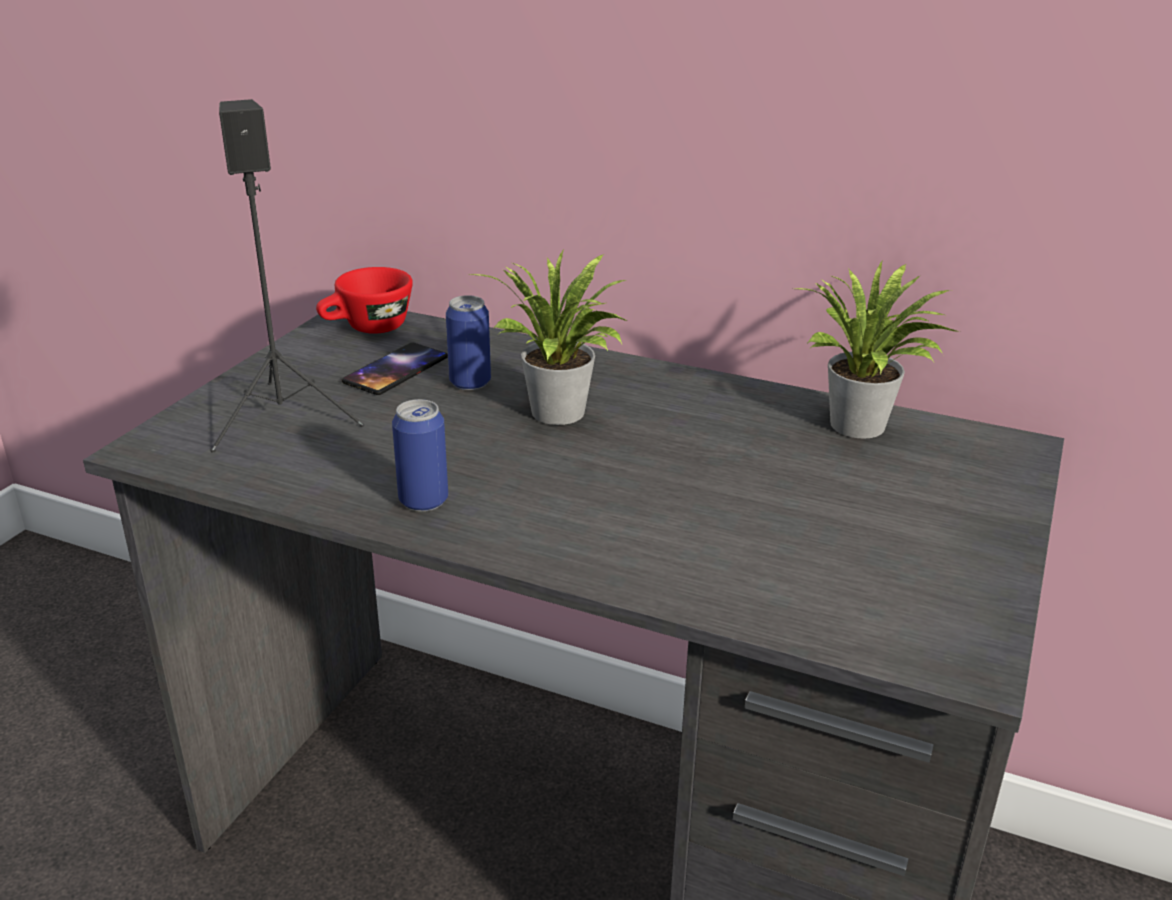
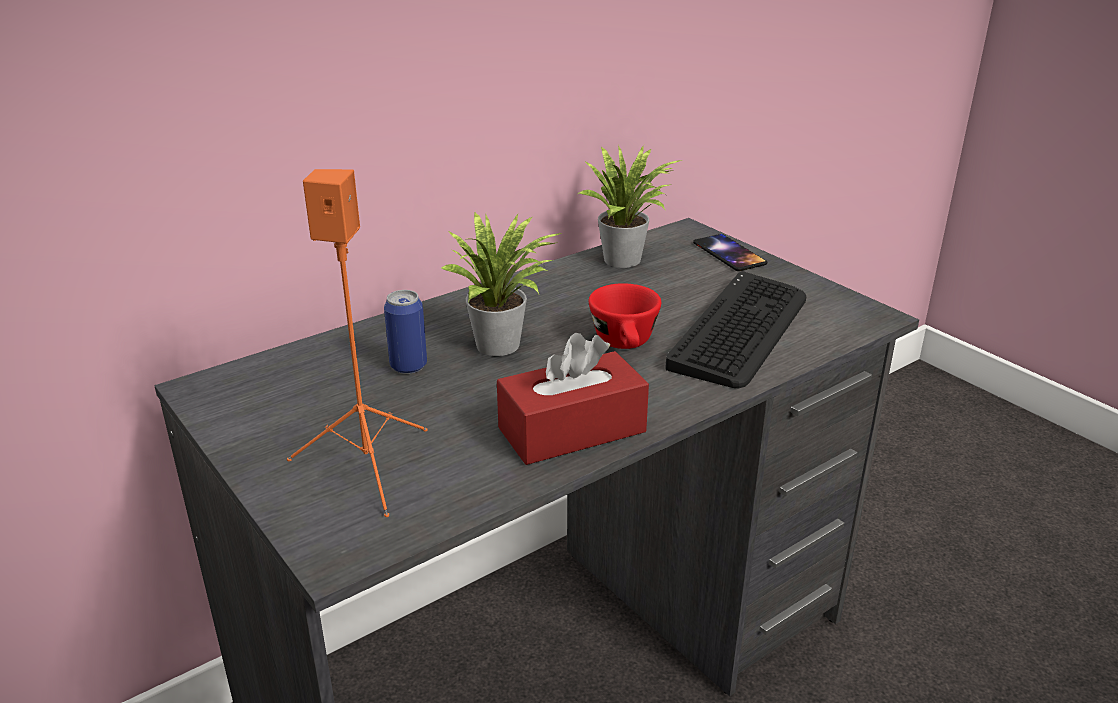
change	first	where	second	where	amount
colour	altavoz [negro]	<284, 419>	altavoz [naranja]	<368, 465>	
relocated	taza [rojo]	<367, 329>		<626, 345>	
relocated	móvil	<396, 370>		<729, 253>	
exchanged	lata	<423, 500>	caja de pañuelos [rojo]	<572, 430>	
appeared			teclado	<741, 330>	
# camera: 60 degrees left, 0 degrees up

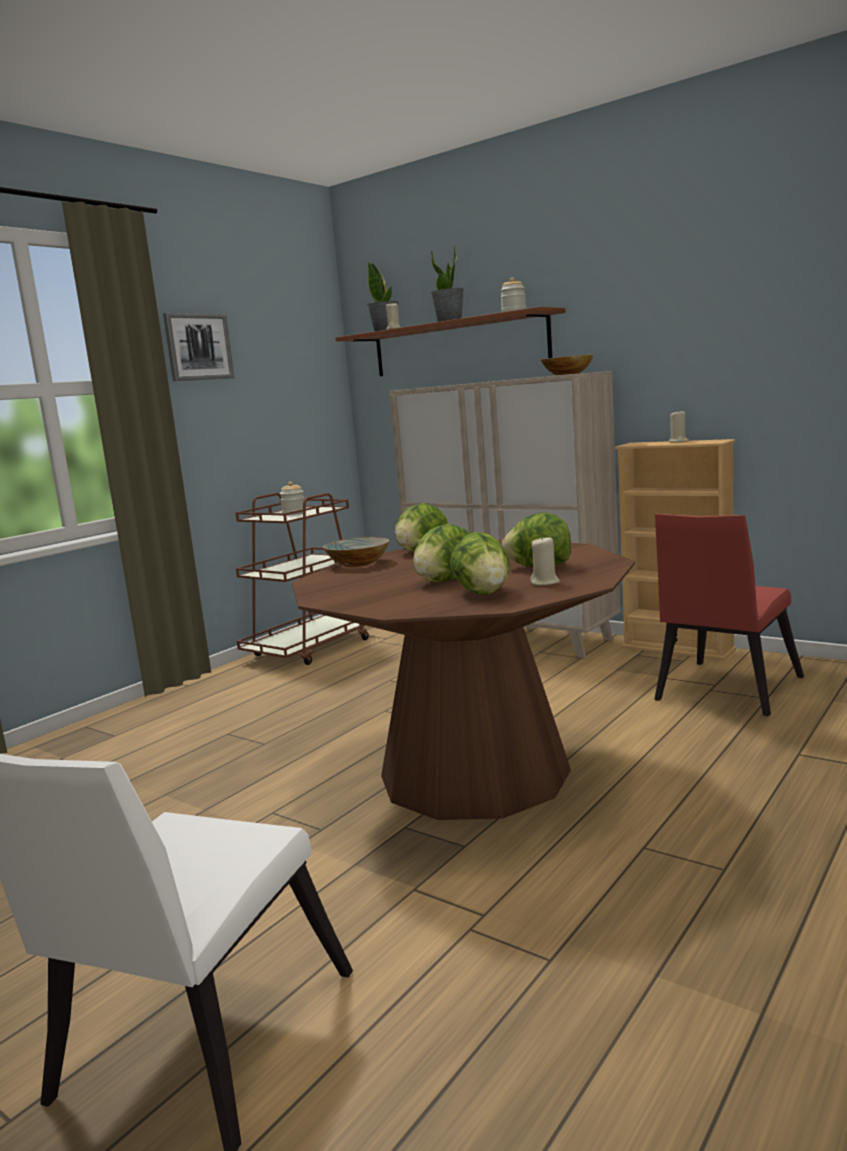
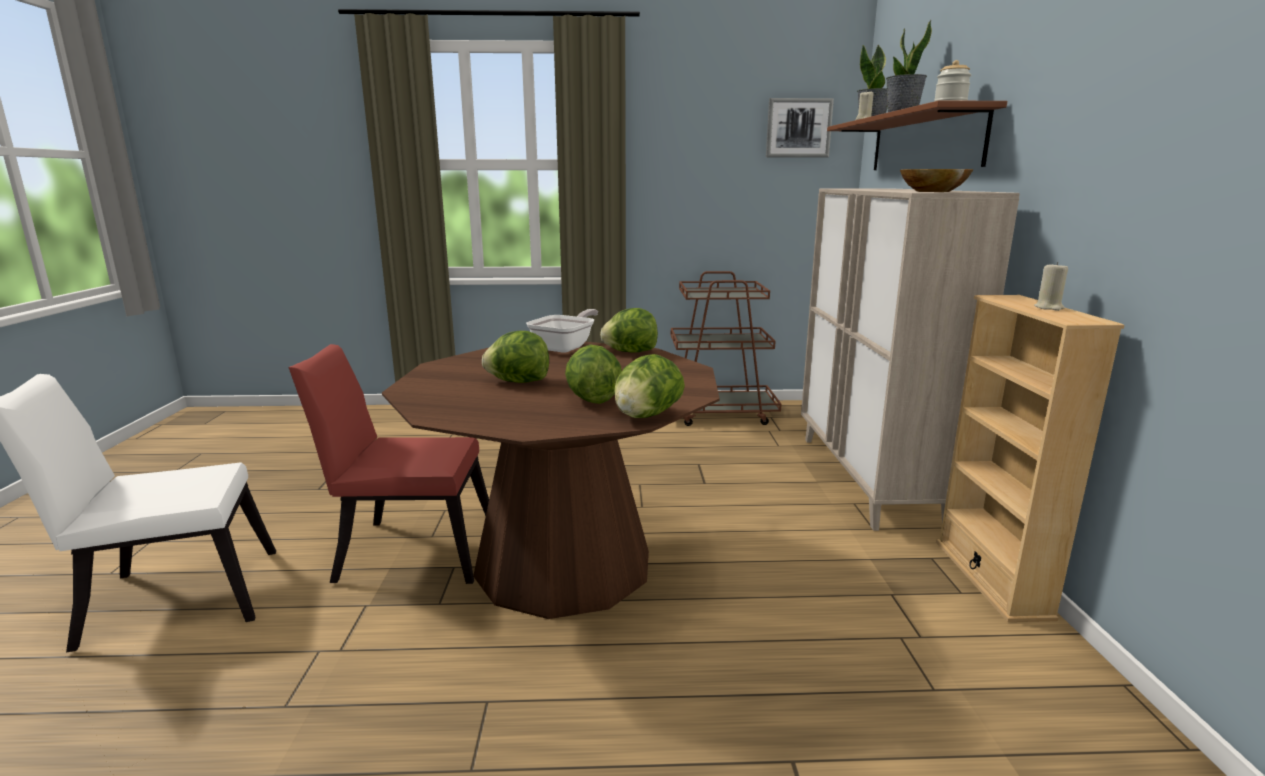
change	first	where	second	where	amount
relocated	cuadro	<198, 347>		<798, 128>	
missing	tarro	<294, 513>			
relocated	silla [rojo]	<724, 691>		<409, 550>	
relocated	lechuga	<483, 593>		<646, 416>	
missing	vela [beis]	<545, 582>			
exchanged	cuenco	<358, 563>	sartén	<566, 347>	
# camera: 50 degrees right, 5 degrees up

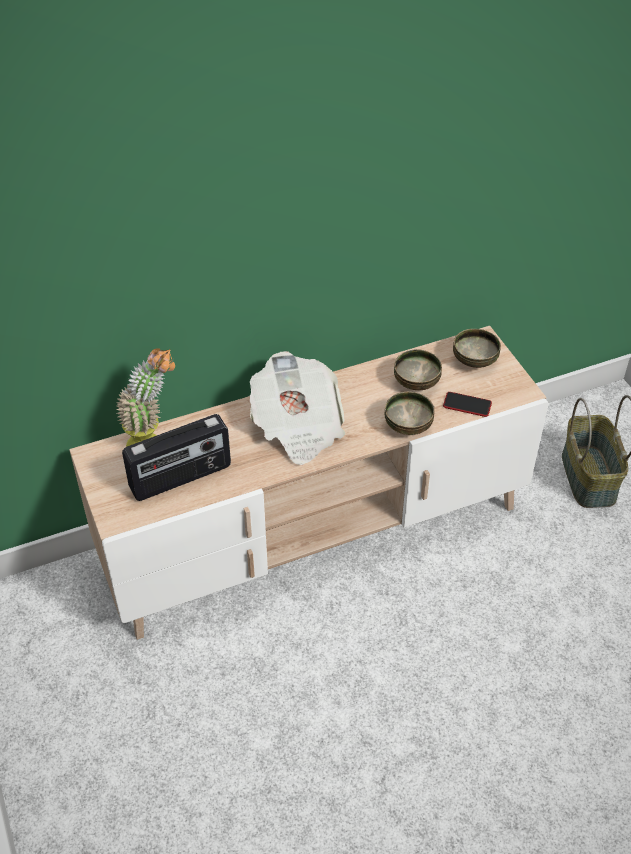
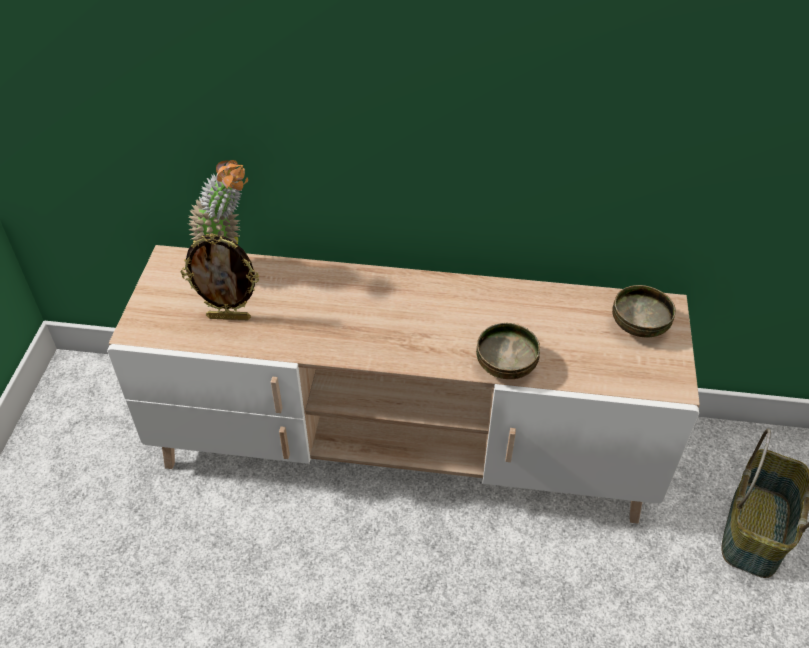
change	first	where	second	where	amount
missing	cuenco	<417, 382>			
missing	periódico	<298, 426>			
missing	móvil	<467, 405>			
exchanged	radio	<181, 478>	portarretratos	<229, 317>	
# camera: 30 degrees right, 0 degrees up

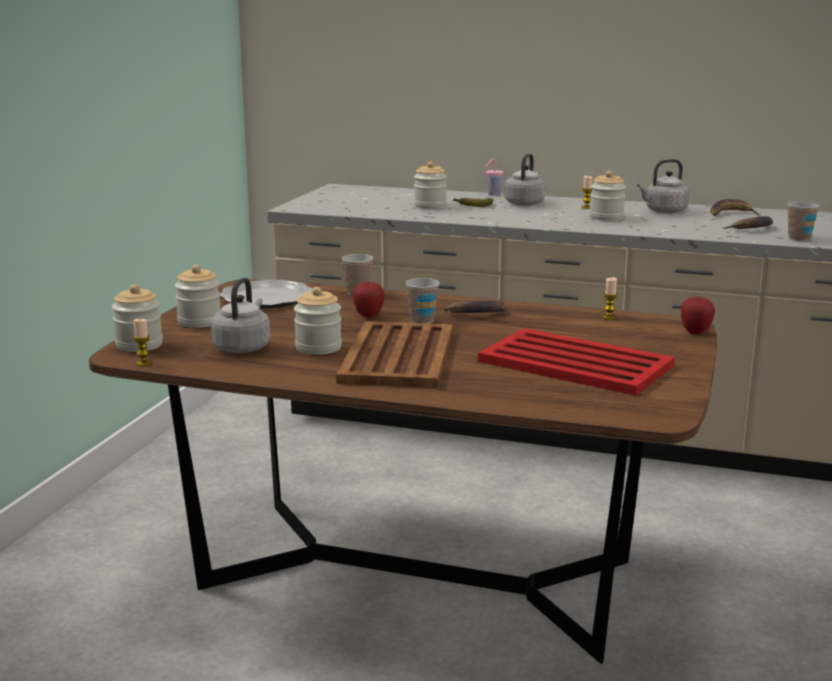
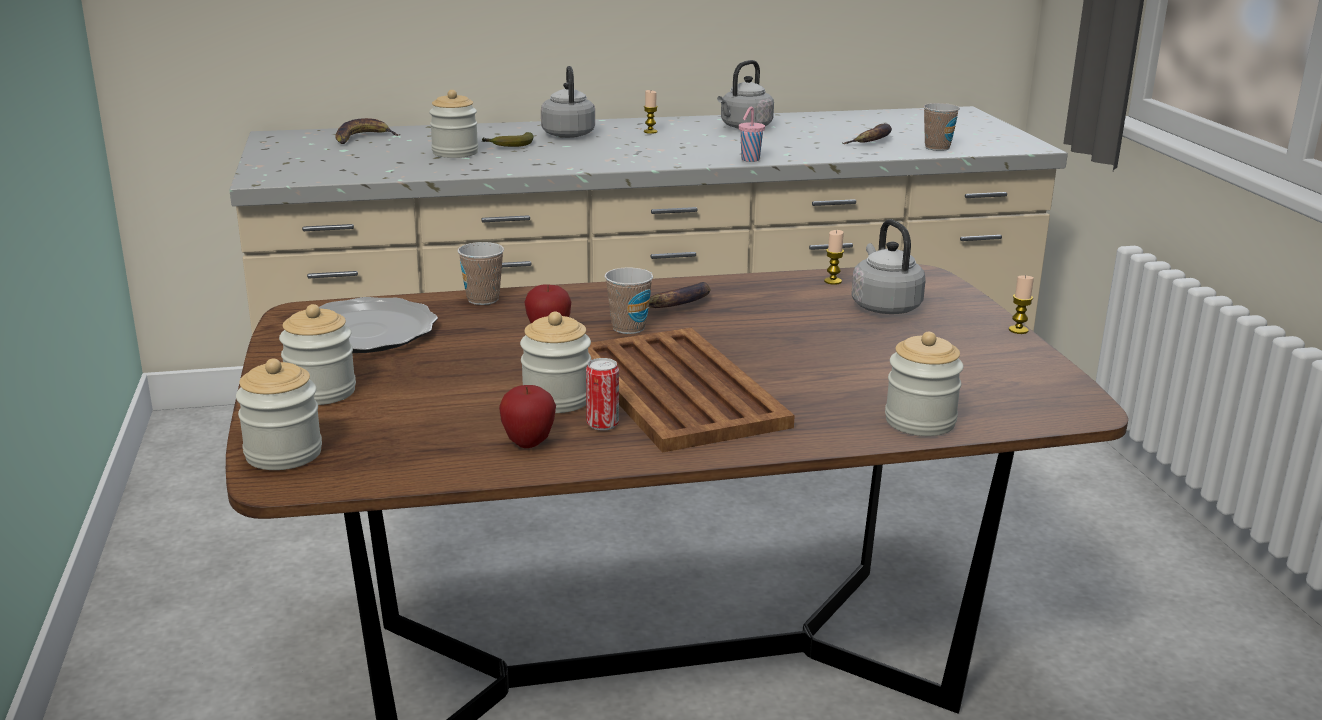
change	first	where	second	where	amount
relocated	taza [rosa]	<493, 194>		<749, 160>	
relocated	tarro	<606, 217>		<920, 421>	
relocated	plátano	<730, 214>		<363, 138>	
relocated	hervidor [gris]	<243, 347>		<884, 306>	
relocated	manzana	<695, 332>		<528, 443>	
relocated	vela	<143, 363>		<1018, 330>	
missing	bandeja [rojo]	<573, 363>			
appeared			lata	<602, 424>	
# camera: 30 degrees left, 5 degrees up

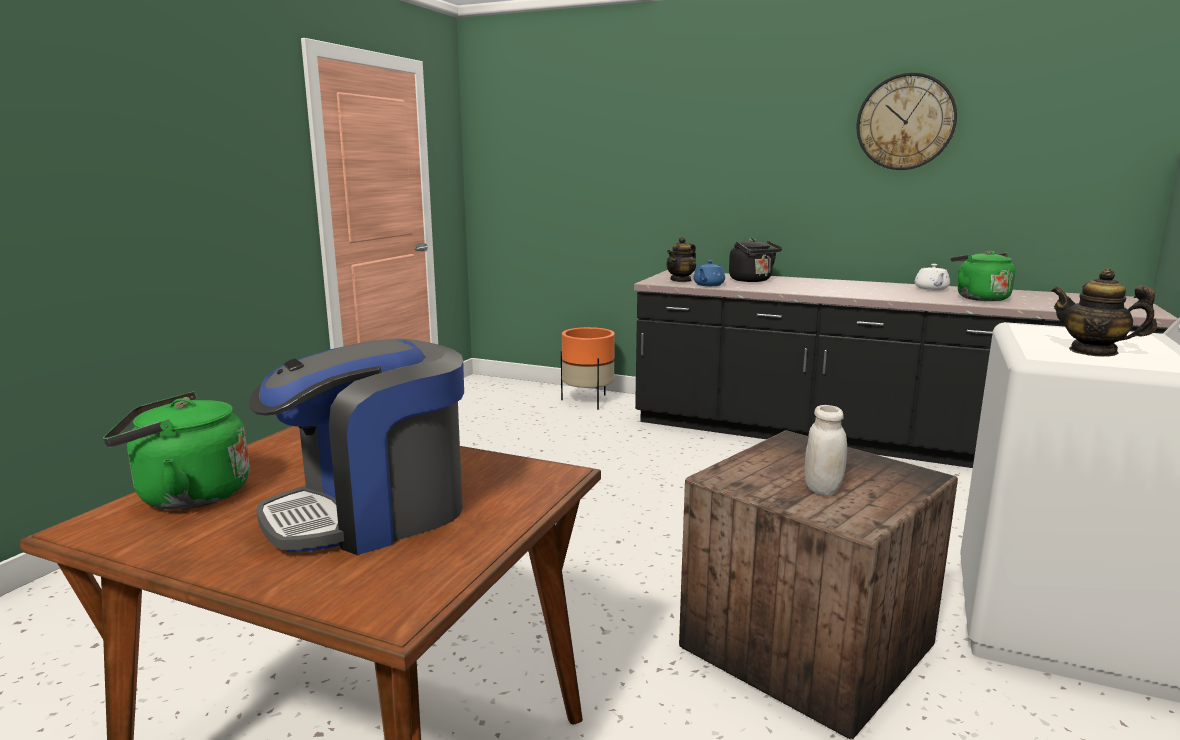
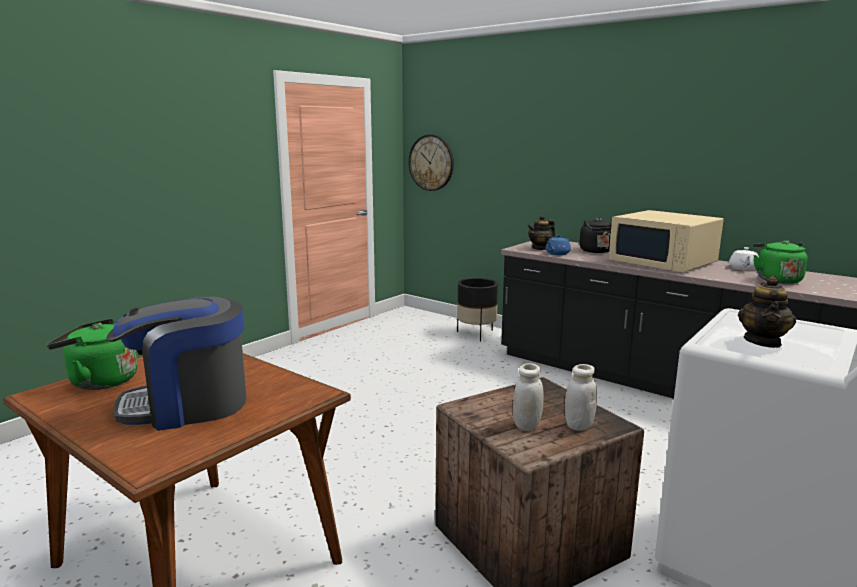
change	first	where	second	where	amount
relocated	reloj de pared	<905, 122>		<431, 162>	
spun	tetera	<1093, 351>		<763, 342>	120 degrees counterclockwise
colour	maceta [naranja]	<588, 401>	maceta [negro]	<476, 334>	
appeared			microondas [beis]	<663, 262>	
appeared			tarro [blanco]	<578, 425>	
# camera: 15 degrees right, 0 degrees up

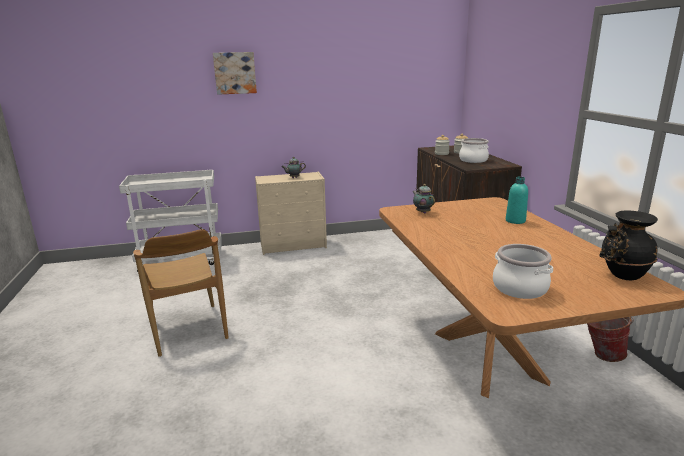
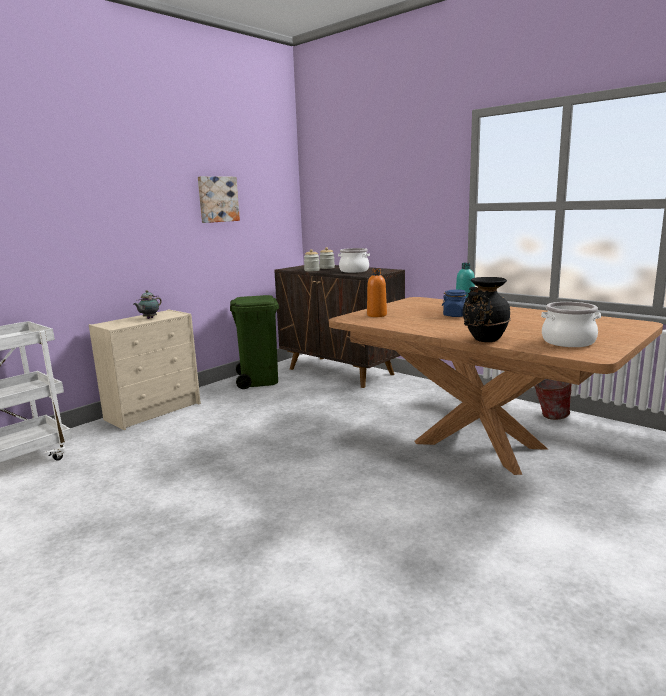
change	first	where	second	where	amount
relocated	cuadro	<235, 73>		<217, 199>	
exchanged	tetera	<422, 212>	botella [naranja]	<376, 315>	
relocated	florero [negro]	<622, 275>		<484, 339>	
missing	silla [marrón]	<188, 329>			
appeared			tarro [azul]	<455, 315>	
appeared			papelera [verde]	<259, 380>	
# camera: 35 degrees left, 5 degrees down

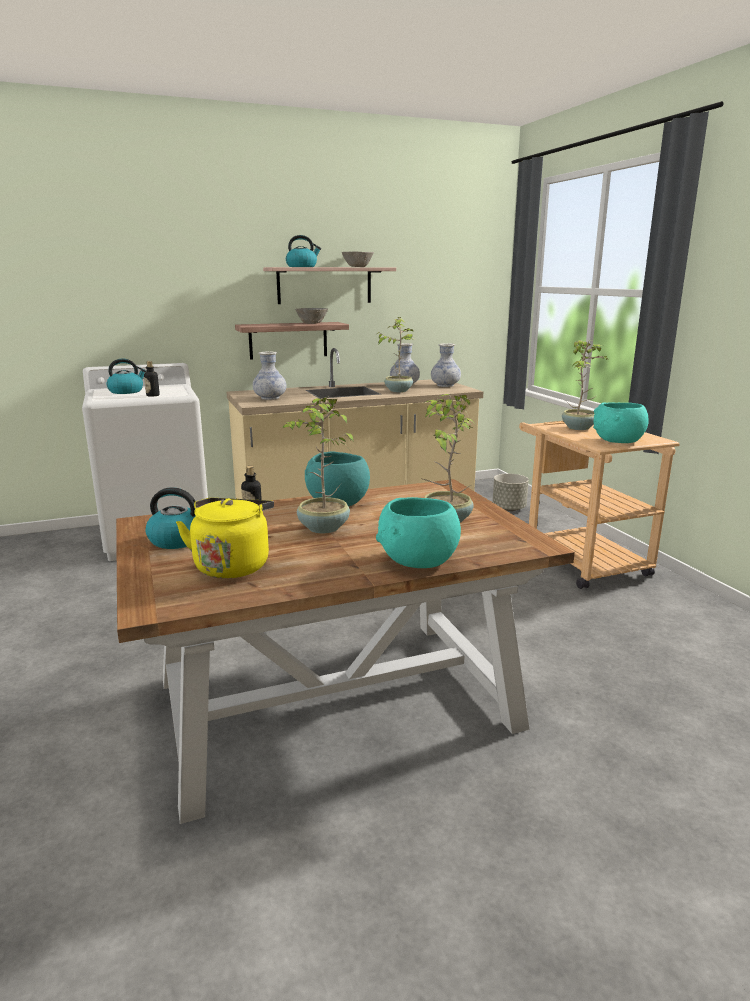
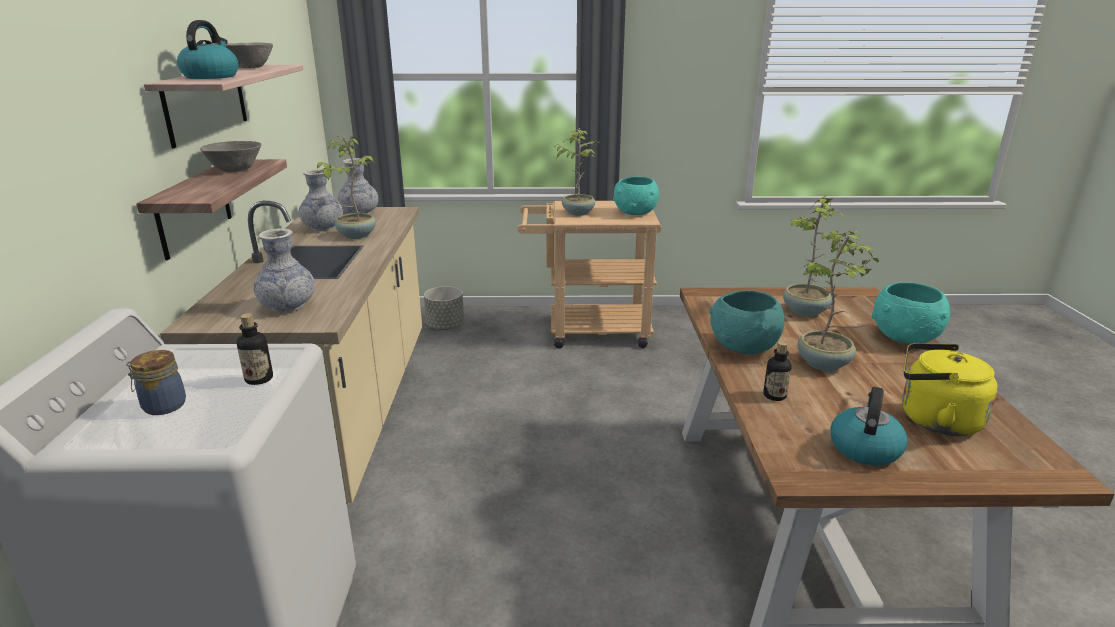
change	first	where	second	where	amount
exchanged	hervidor	<126, 391>	tarro	<162, 406>	
# camera: 70 degrees left, 5 degrees up

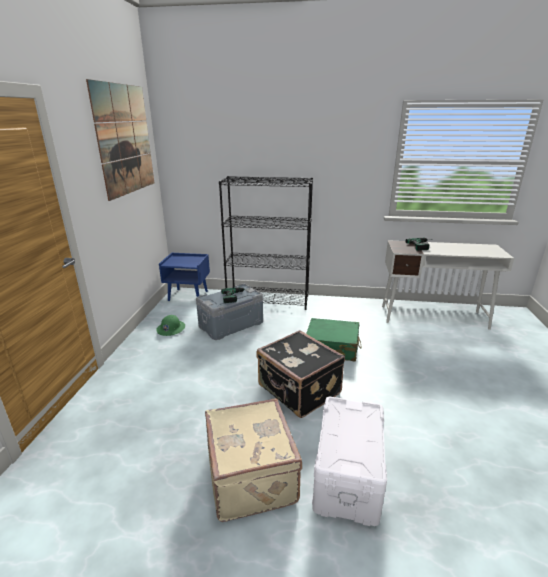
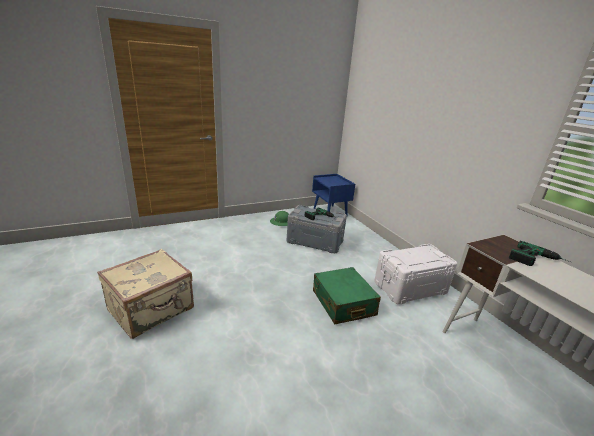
change	first	where	second	where	amount
missing	cuadro	<124, 140>			
missing	estantería [negro]	<268, 300>			
missing	maleta [negro]	<298, 391>			
relocated	caja de almacenaje [blanco]	<348, 475>		<410, 288>	
# camera: 55 degrees right, 0 degrees up

